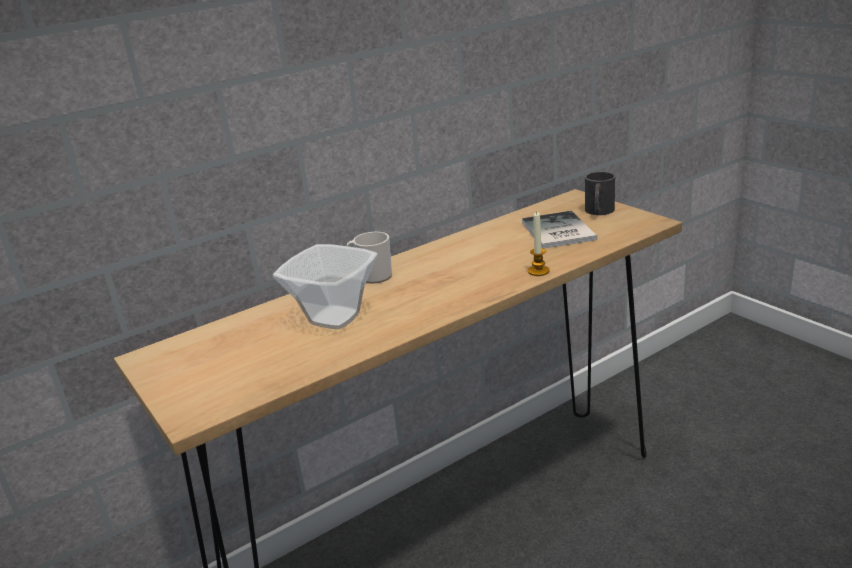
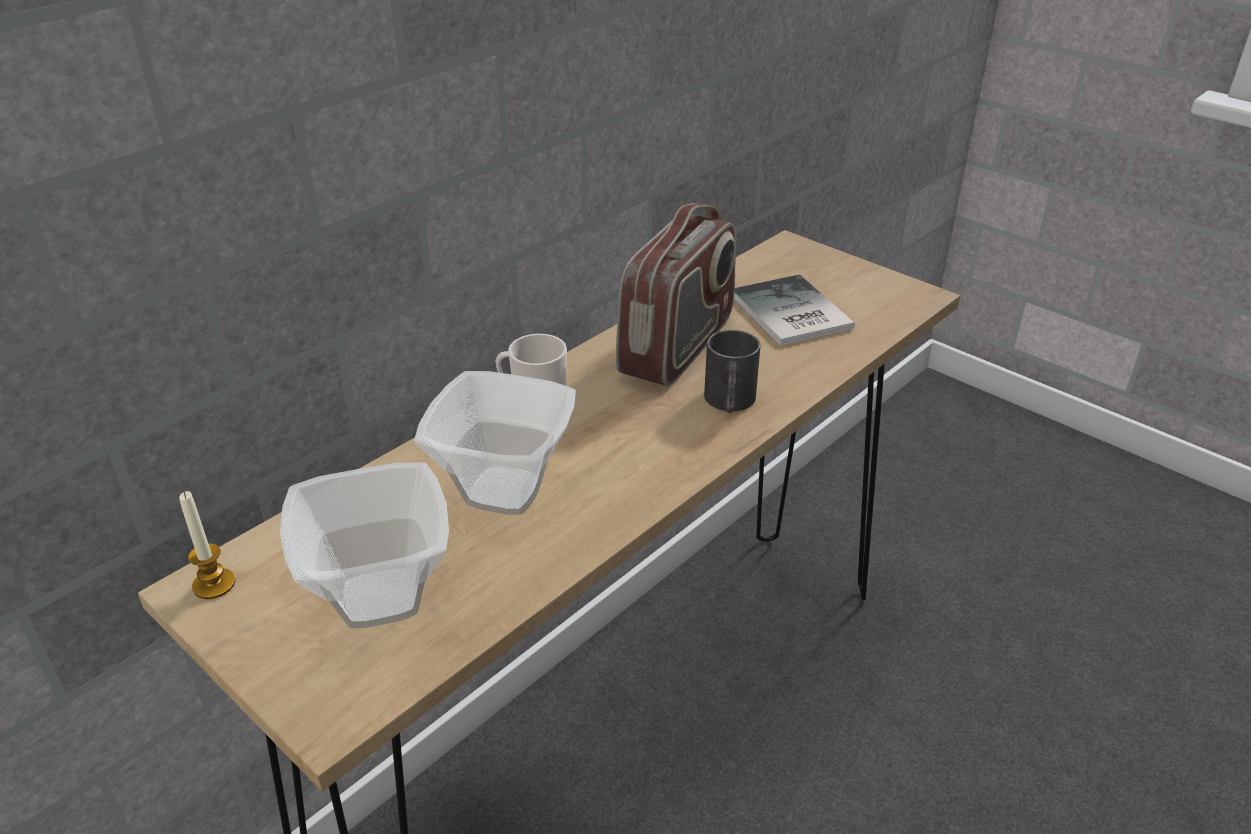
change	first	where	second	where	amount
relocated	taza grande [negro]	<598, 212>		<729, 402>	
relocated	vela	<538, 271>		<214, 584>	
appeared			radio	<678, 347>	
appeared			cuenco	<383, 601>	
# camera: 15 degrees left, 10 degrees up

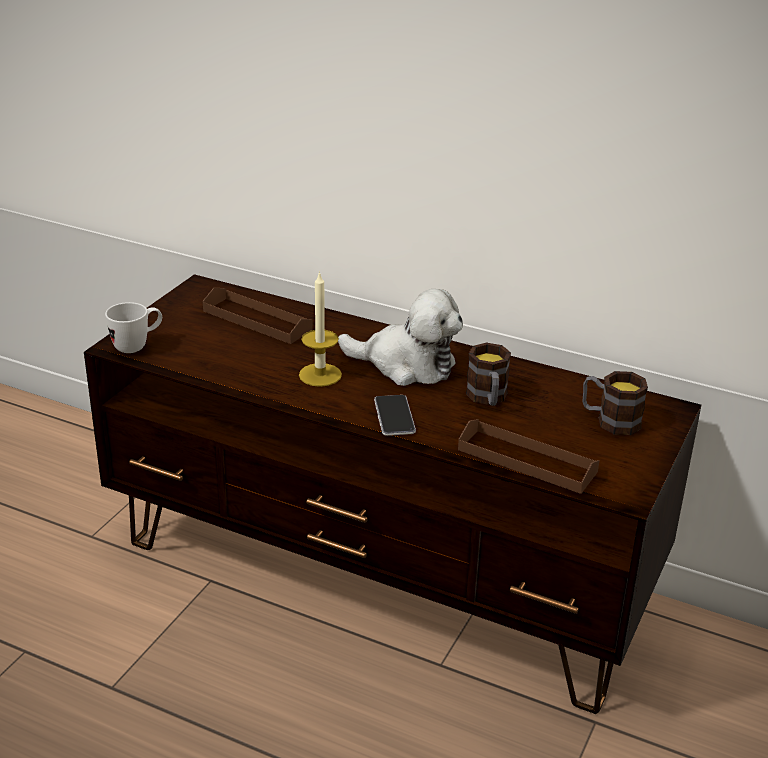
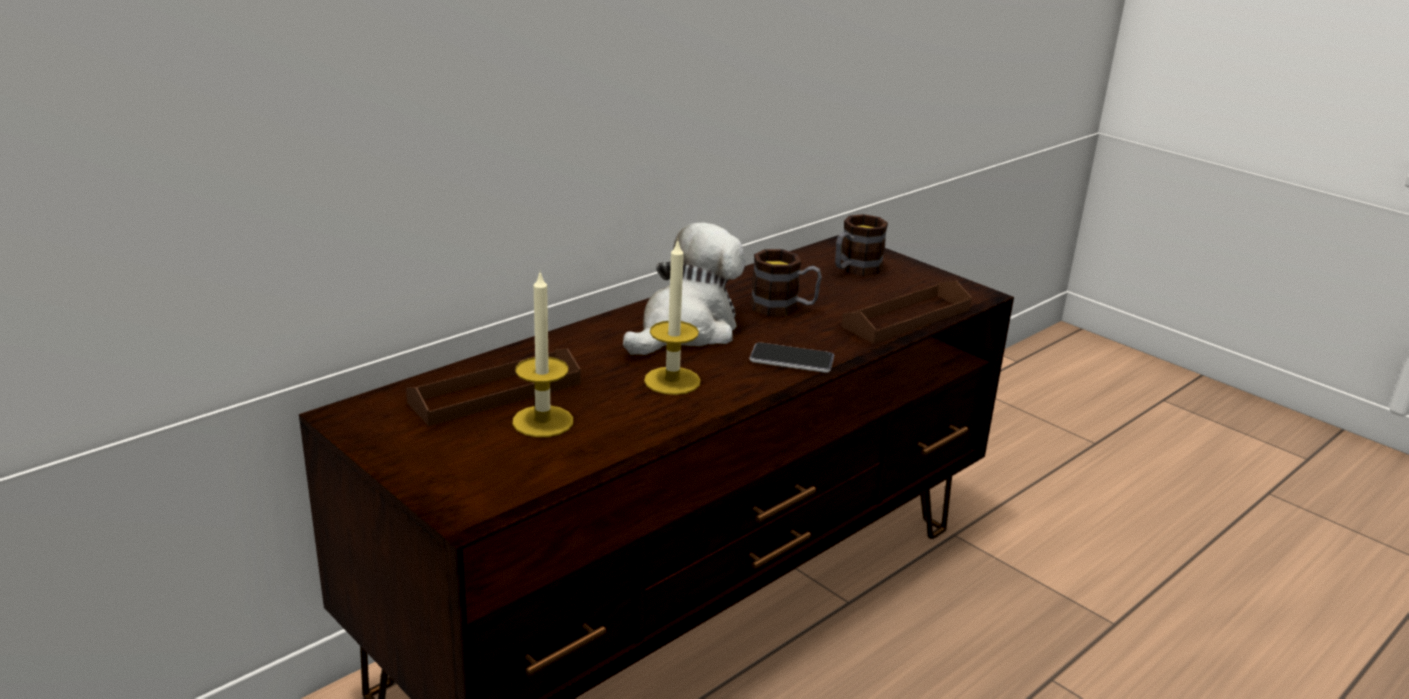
change	first	where	second	where	amount
missing	taza grande [blanco]	<137, 346>			
appeared			vela	<543, 421>	
# camera: 70 degrees left, 5 degrees down

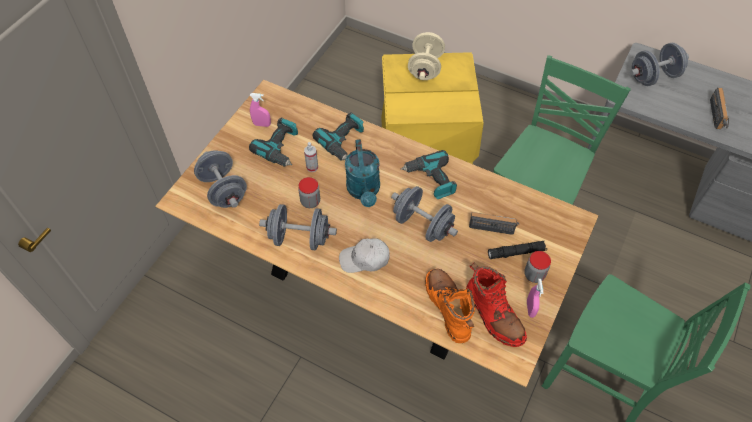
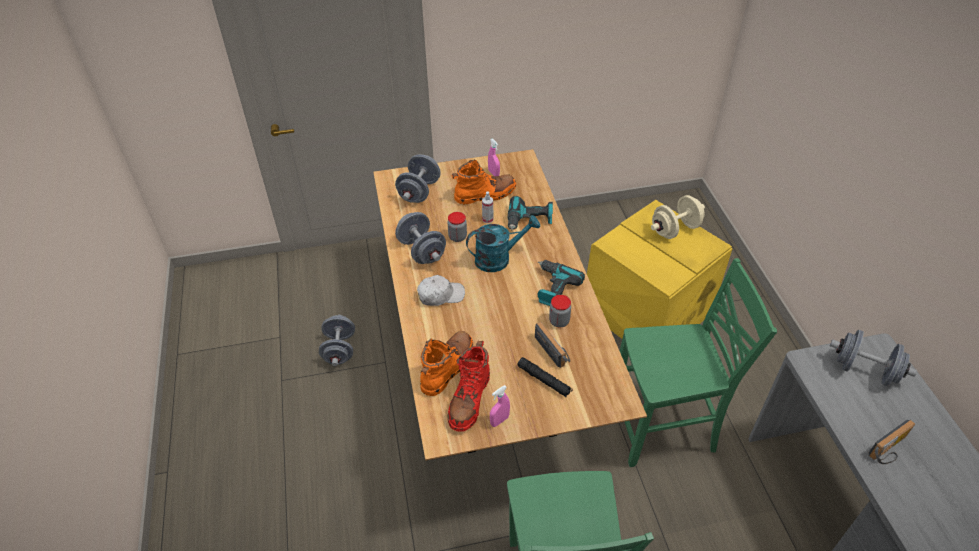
change	first	where	second	where	amount
exchanged	taladro	<281, 148>	bota [naranja]	<485, 194>	
spun	regadera [turquesa]	<364, 191>		<498, 258>	150 degrees counterclockwise
relocated	mancuerna [gris]	<422, 225>		<339, 350>	
spun	gorra [blanco]	<365, 259>		<440, 295>	120 degrees clockwise
relocated	tarro	<534, 275>		<559, 321>	
# camera: 50 degrees right, 10 degrees down

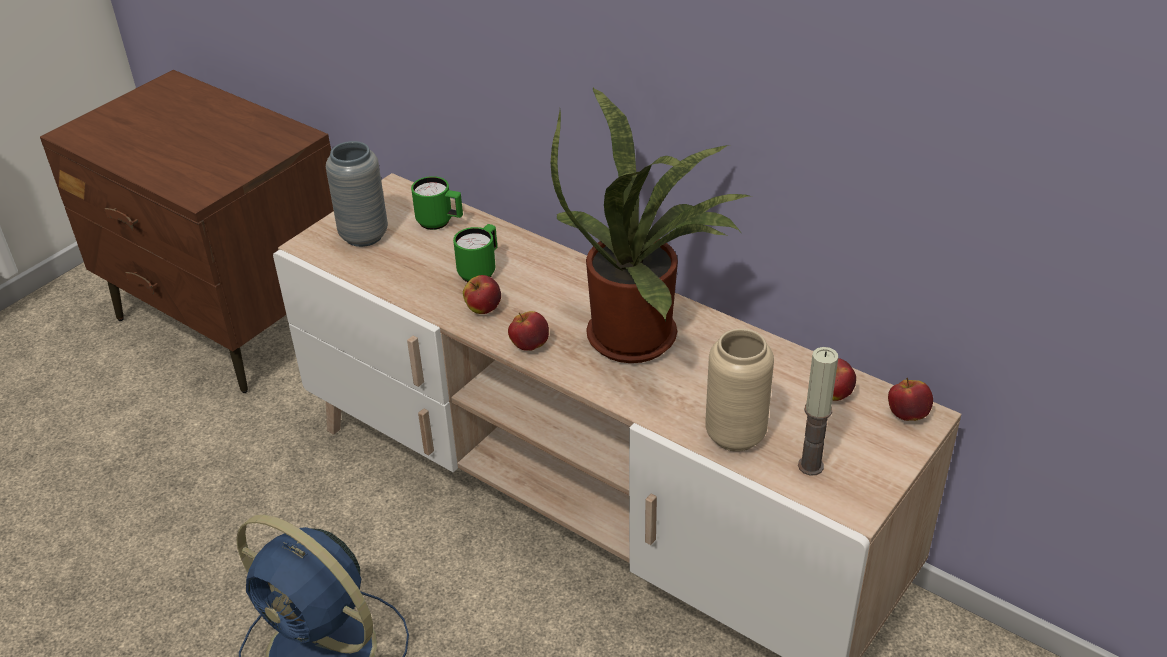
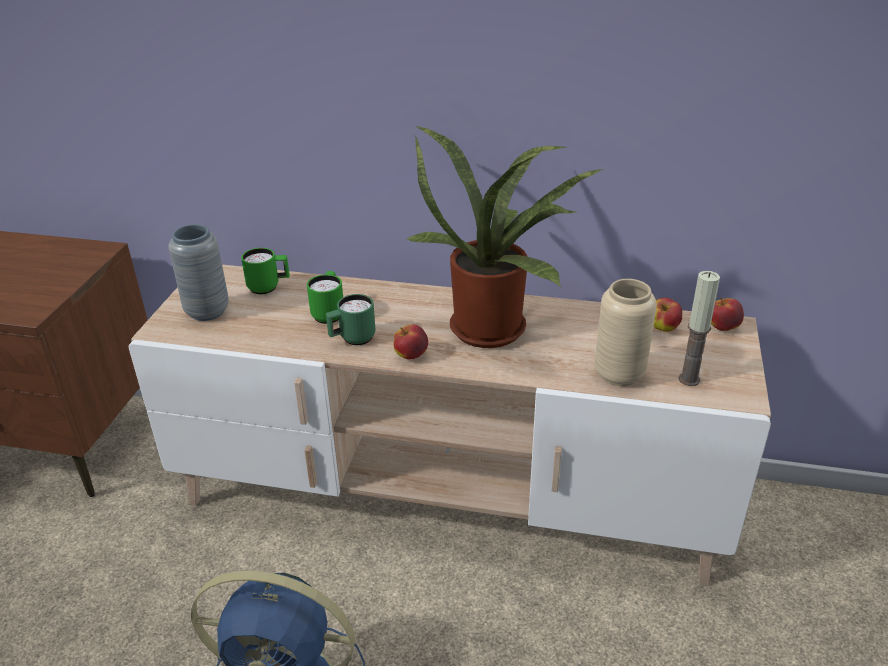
change	first	where	second	where	amount
exchanged	manzana	<483, 309>	taza grande [verde]	<352, 339>	
# camera: 25 degrees left, 5 degrees down

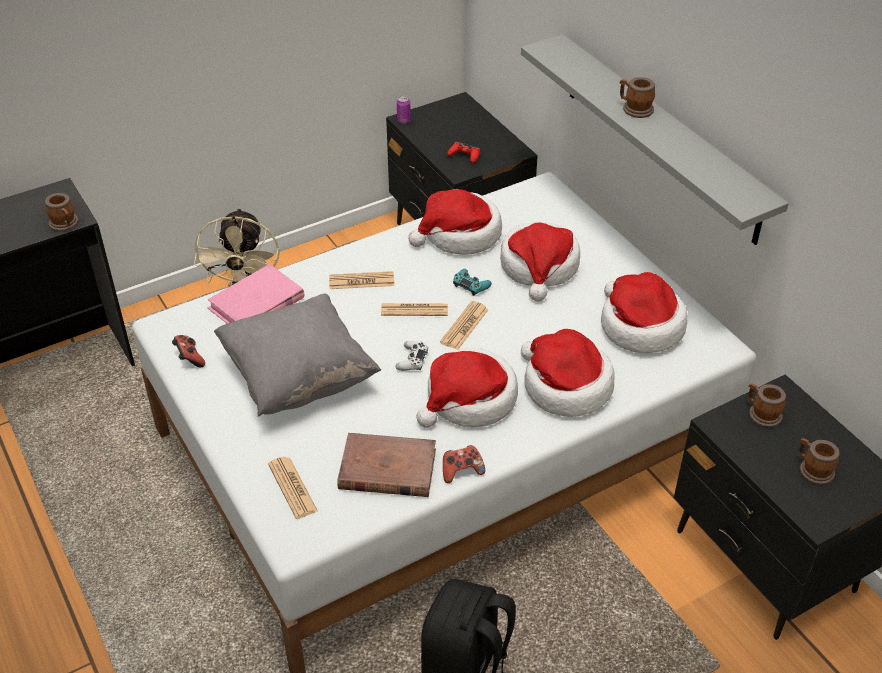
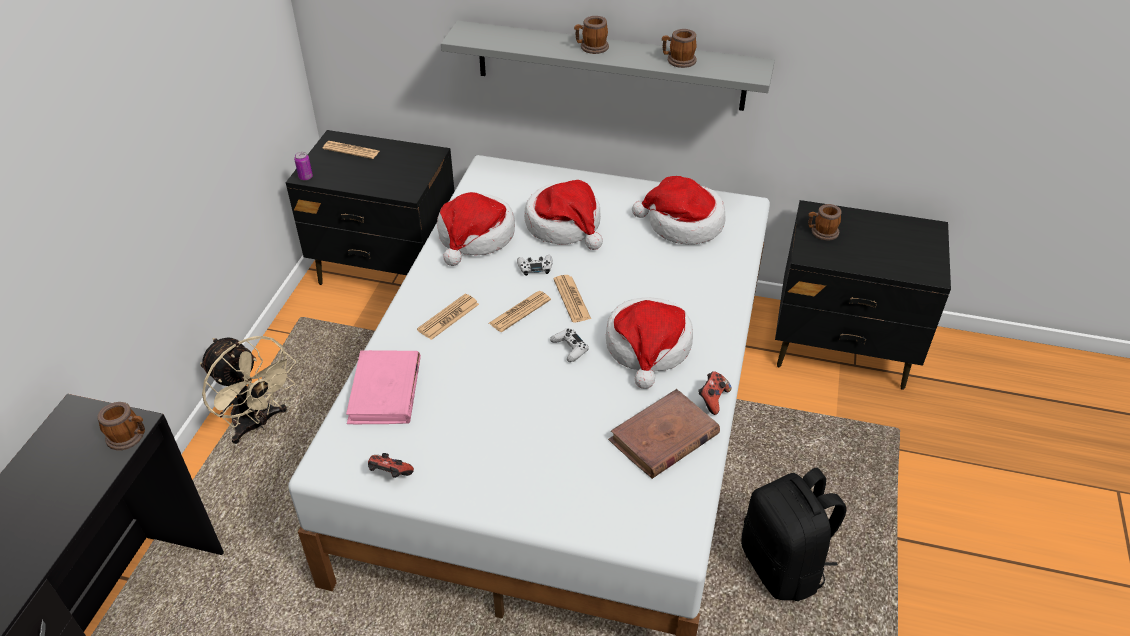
change	first	where	second	where	amount
missing	mando de consola [rojo]	<464, 156>			
colour	mando de consola [turquesa]	<471, 285>	mando de consola [blanco]	<535, 268>	
missing	cojín [gris]	<298, 377>			
missing	sombrero	<565, 386>			
relocated	taza grande	<813, 470>		<678, 61>	
relocated	periódico	<292, 488>		<351, 150>	
# camera: 45 degrees left, 0 degrees up

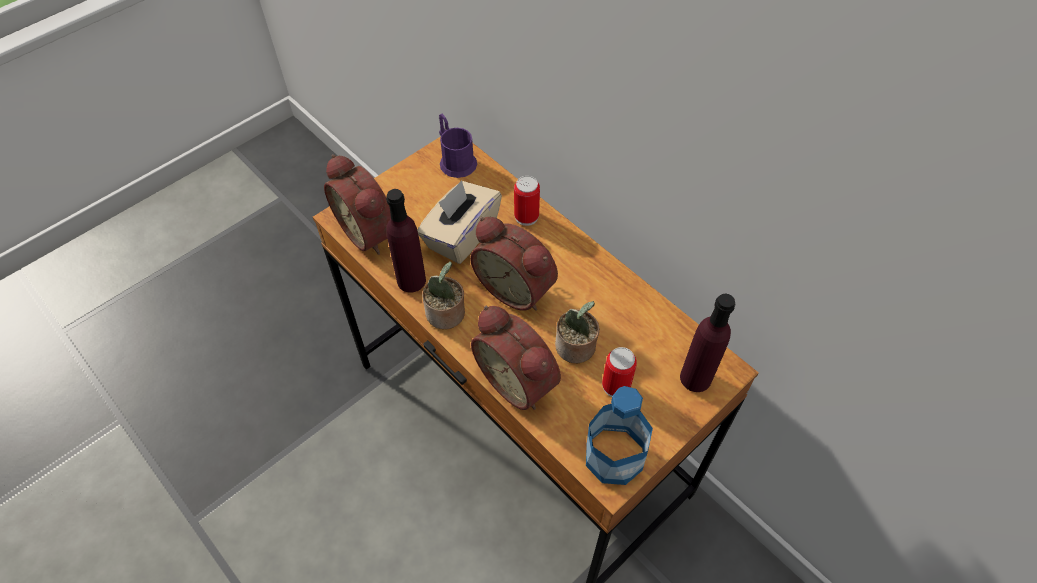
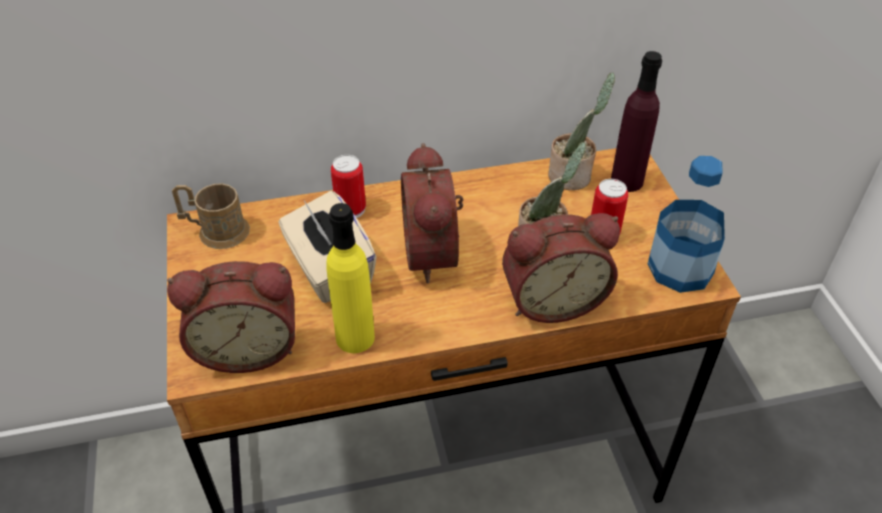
change	first	where	second	where	amount
colour	taza grande [morado]	<455, 160>	taza grande [marrón]	<216, 231>	
colour	botella [morado]	<411, 280>	botella [amarillo]	<355, 337>	
spun	despertador	<517, 287>		<436, 254>	105 degrees clockwise
relocated	planta en maceta	<446, 315>		<573, 176>	
# camera: 60 degrees left, 10 degrees down

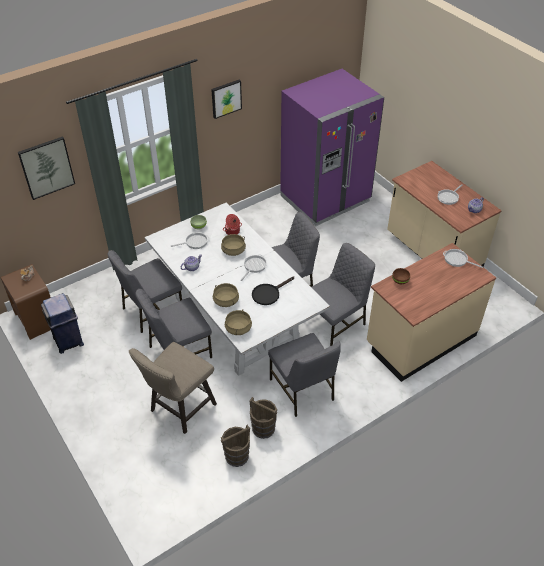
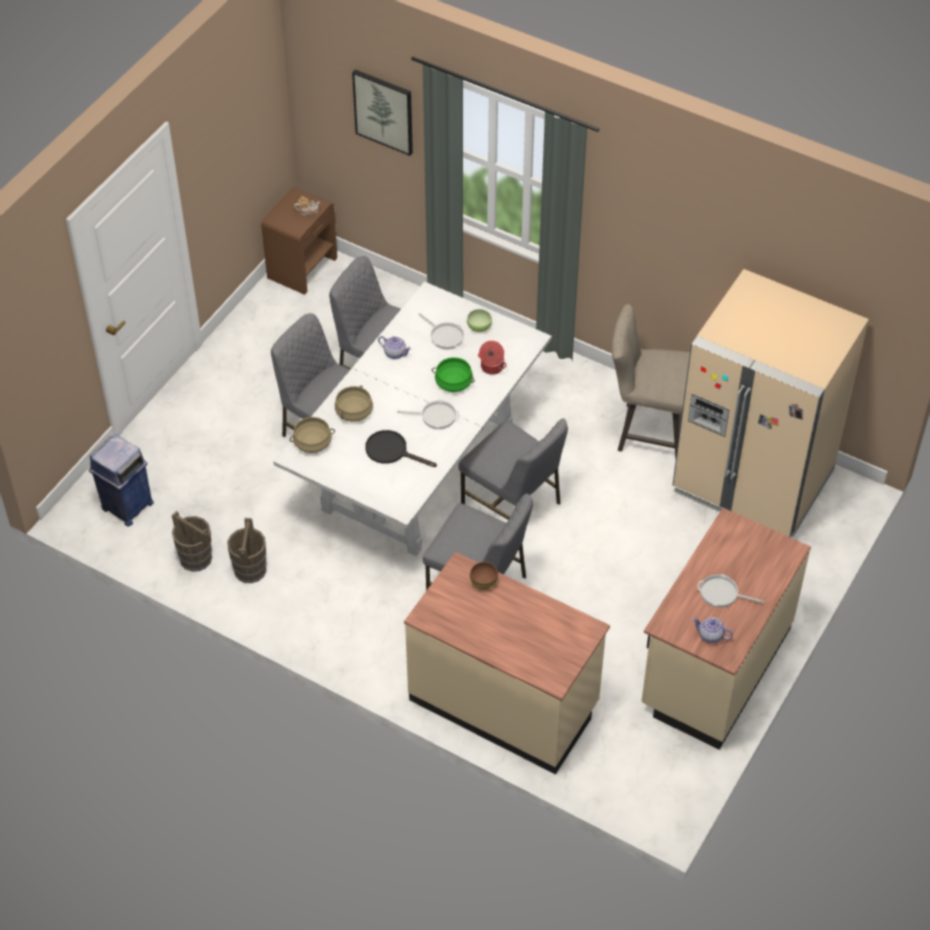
change	first	where	second	where	amount
colour	nevera [morado]	<325, 199>	nevera [beis]	<752, 482>	
missing	cuadro	<226, 98>			
colour	olla [beis]	<233, 251>	olla [verde]	<453, 383>	
missing	sartén	<457, 260>			
relocated	papelera [azul]	<68, 342>		<126, 507>	
missing	silla [gris]	<302, 390>			
relocated	taburete [beis]	<179, 410>		<646, 431>	
# camera: 65 degrees right, 5 degrees up

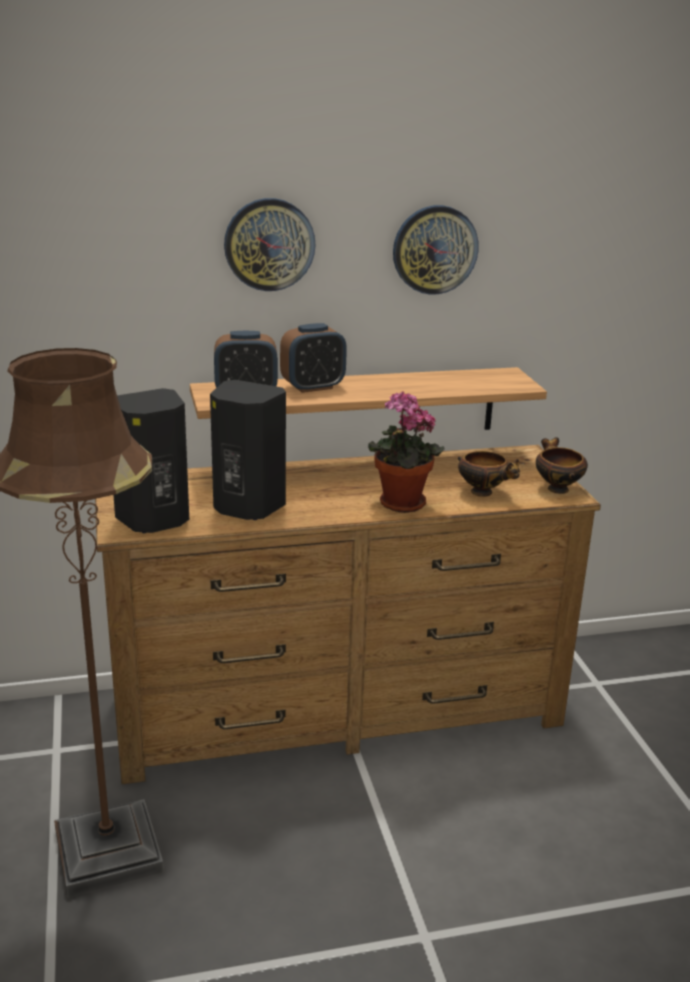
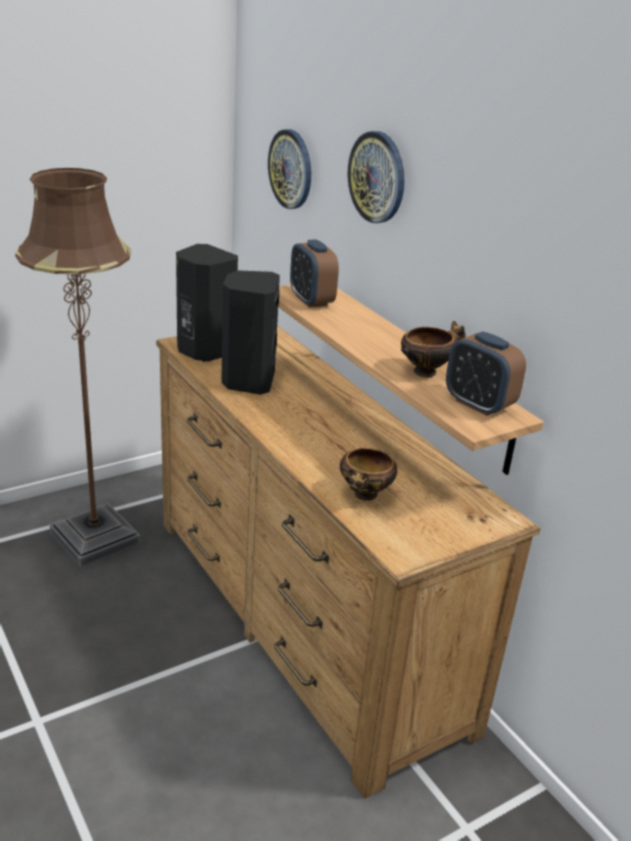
change	first	where	second	where	amount
relocated	reloj de pared	<434, 249>		<291, 169>	
relocated	despertador	<313, 387>		<478, 404>	
missing	planta en maceta	<399, 505>			
relocated	cuenco	<556, 488>		<426, 371>	
# camera: 70 degrees right, 5 degrees up

